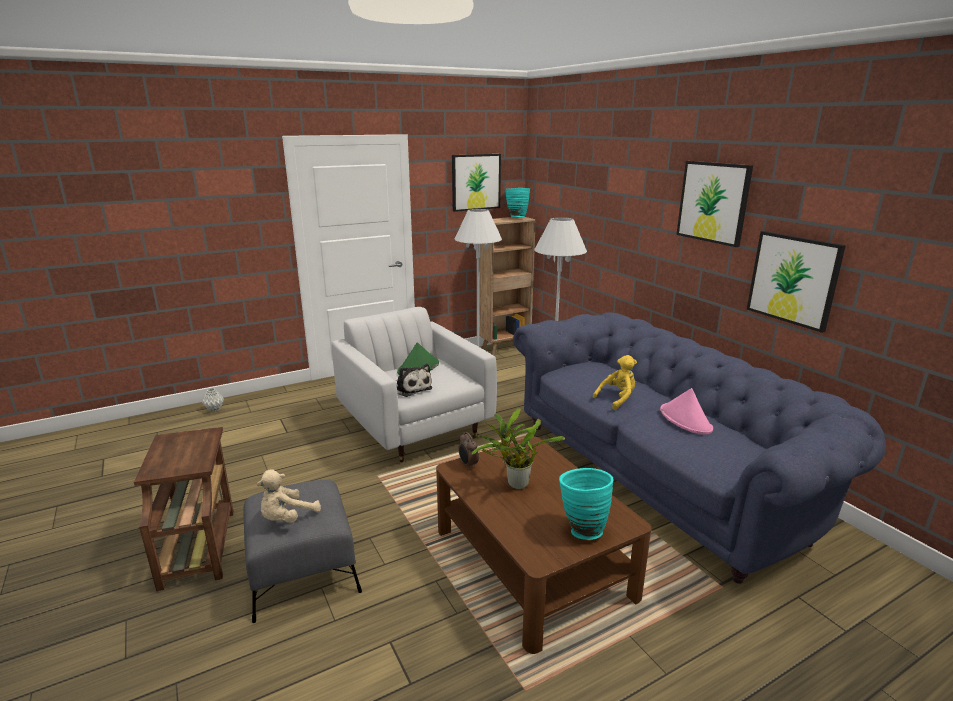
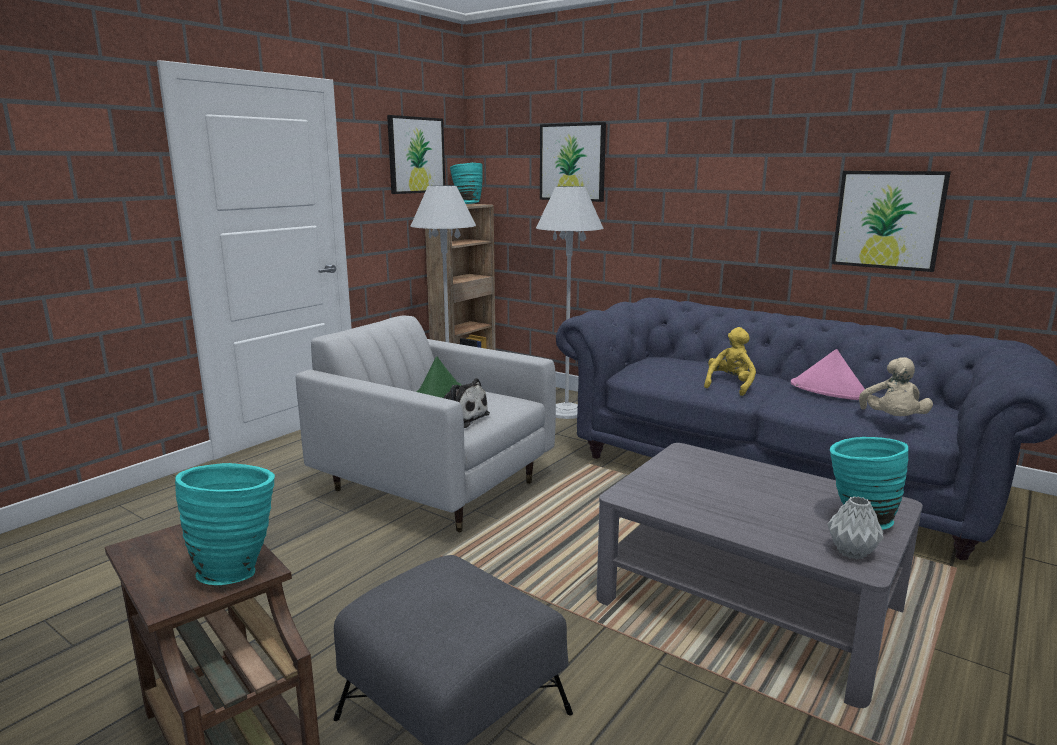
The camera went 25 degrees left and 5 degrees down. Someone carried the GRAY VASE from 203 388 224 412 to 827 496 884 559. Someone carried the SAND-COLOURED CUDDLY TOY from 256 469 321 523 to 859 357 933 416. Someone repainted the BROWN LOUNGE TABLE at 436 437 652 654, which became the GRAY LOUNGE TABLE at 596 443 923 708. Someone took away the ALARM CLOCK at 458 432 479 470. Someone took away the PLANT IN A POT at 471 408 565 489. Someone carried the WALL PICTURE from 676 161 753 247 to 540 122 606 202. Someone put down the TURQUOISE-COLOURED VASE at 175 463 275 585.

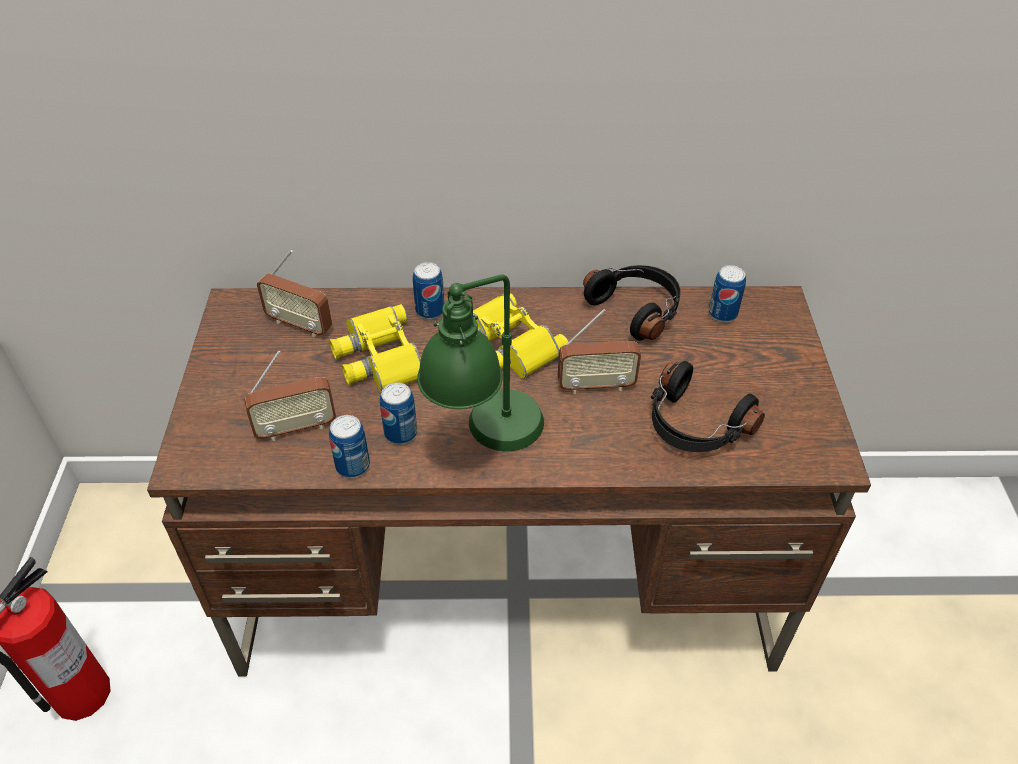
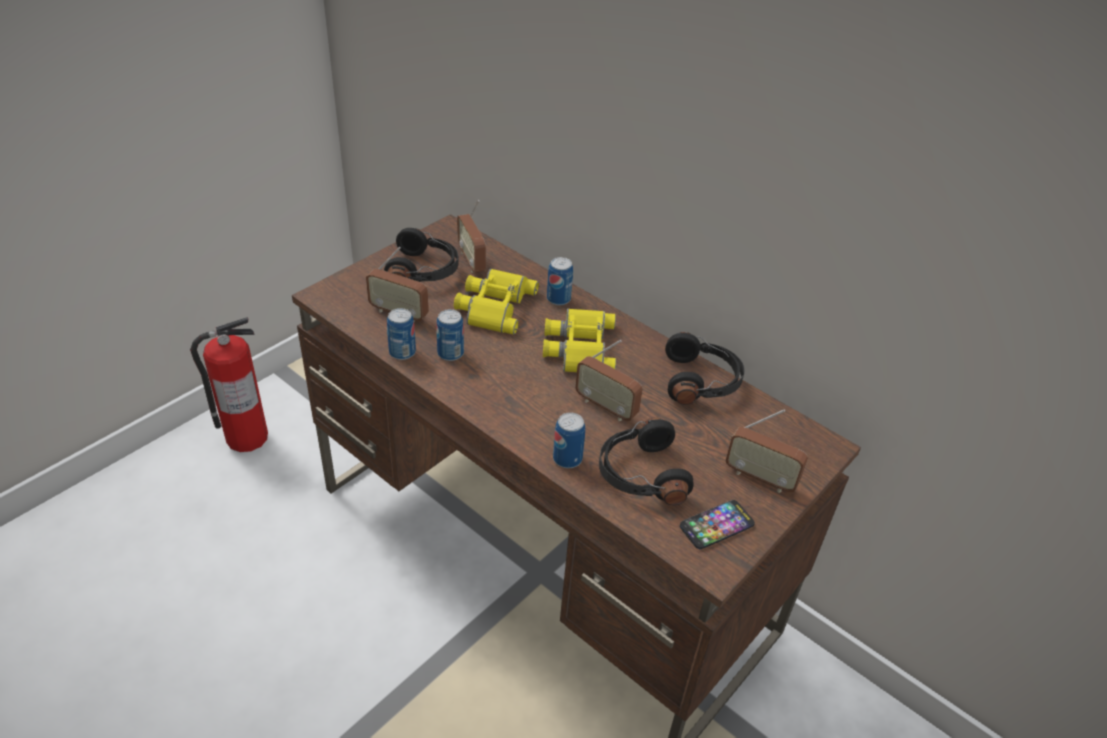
The camera went 40 degrees right and 5 degrees down. Someone took away the GREEN LAMP FOR A TABLE at 417 275 544 451. Someone carried the SEALED CAN from 709 265 746 322 to 553 412 585 468. Someone put down the BLACKISH HEADSET at 384 228 459 282. Someone put down the HANDSET at 680 500 755 549. Someone put down the RADIO RECEIVER at 726 409 808 493.

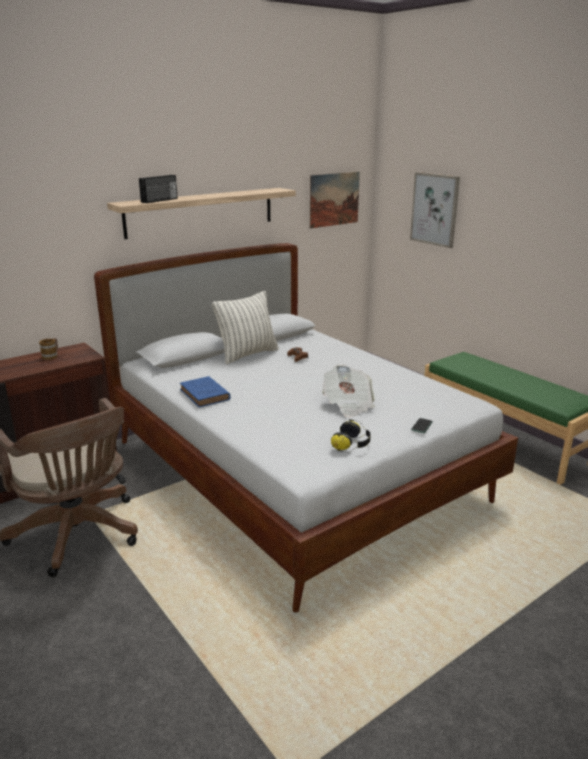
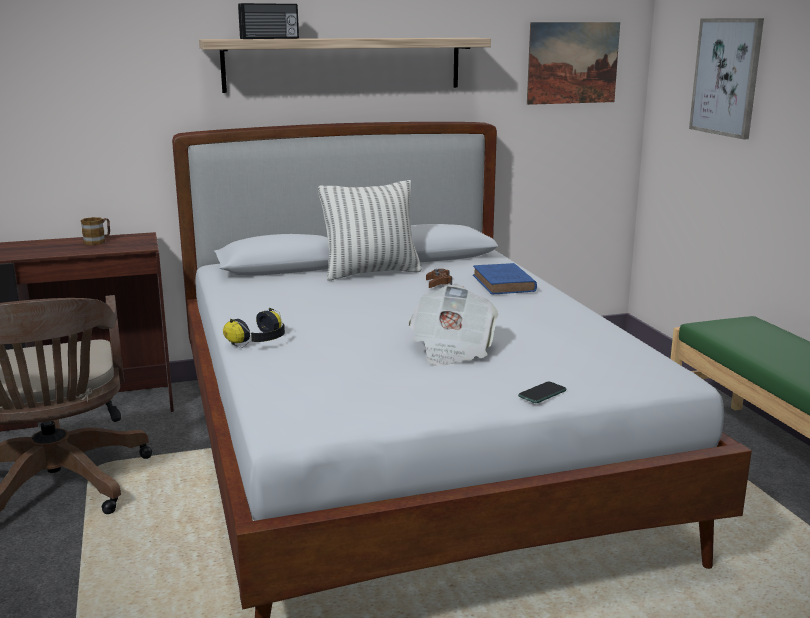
The camera went 20 degrees right and 5 degrees down. Someone carried the BLUISH VOLUME from 180 376 230 407 to 473 263 537 294. Someone carried the HEADSET from 331 419 371 453 to 223 308 285 348.

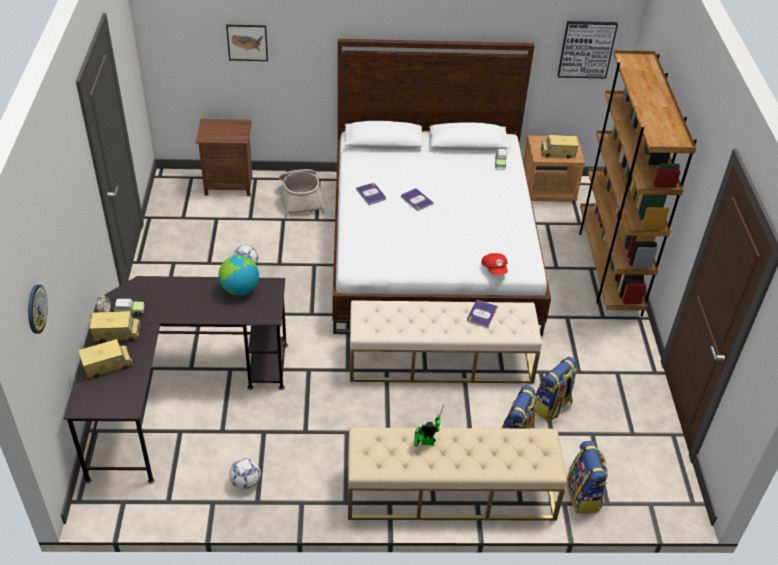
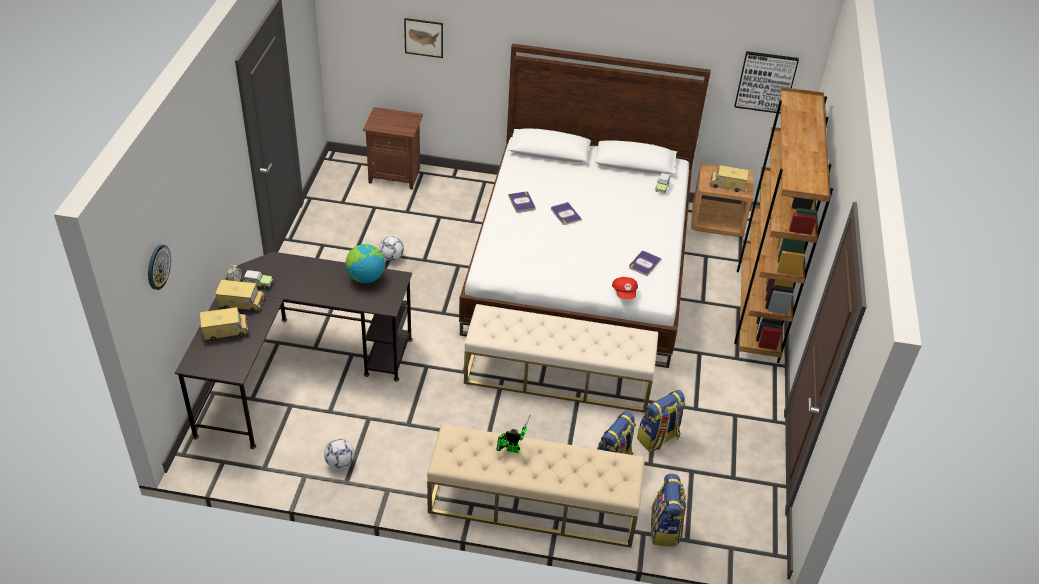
The camera went 10 degrees right and 0 degrees up. Someone took away the BASKET at 279 169 325 218. Someone carried the VOLUME from 467 300 498 328 to 629 251 662 276.

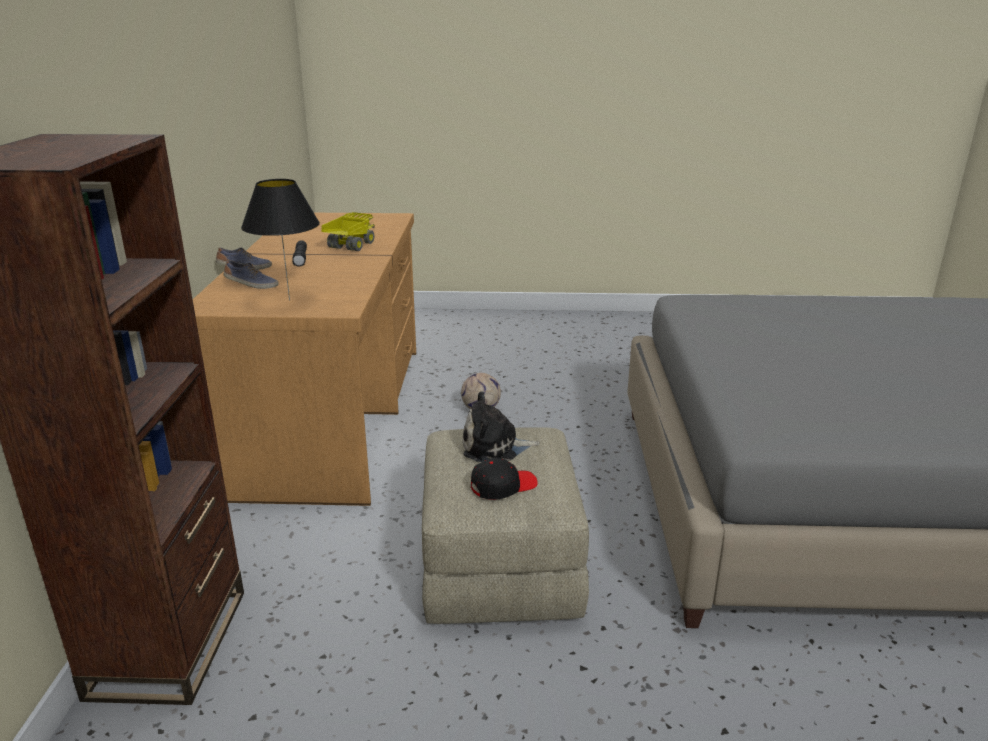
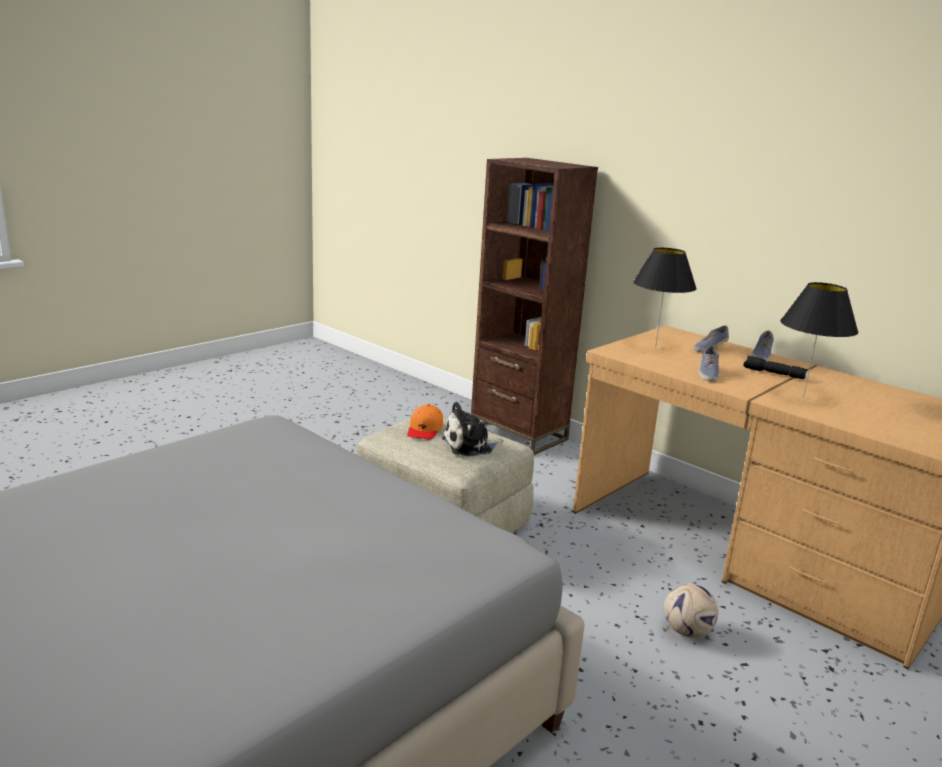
The camera went 130 degrees right and 5 degrees down. Someone swapped the TOY TRUCK at 322 212 375 251 for the BLACKISH LAMP FOR A TABLE at 780 282 858 397. Someone rotated the CUDDLY TOY at 463 391 540 462 by 150 degrees counterclockwise. Someone repainted the BLACKISH PEAKED CAP at 471 458 538 500, which became the ORANGE-COLOURED PEAKED CAP at 407 404 443 440. Someone put down the LOW SHOE at 698 345 719 382.

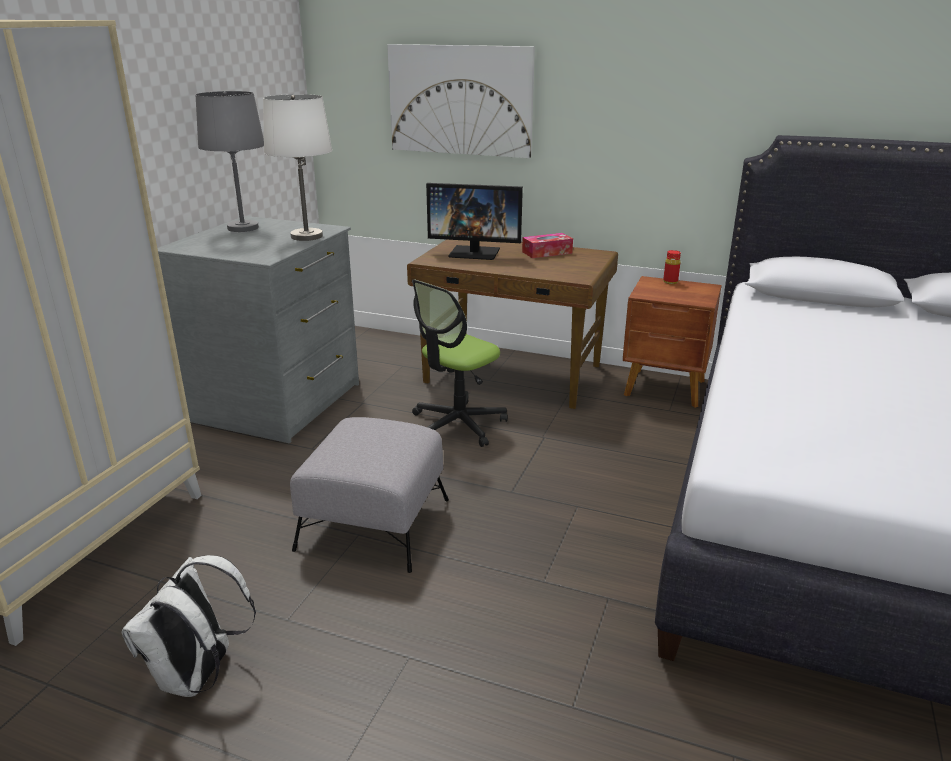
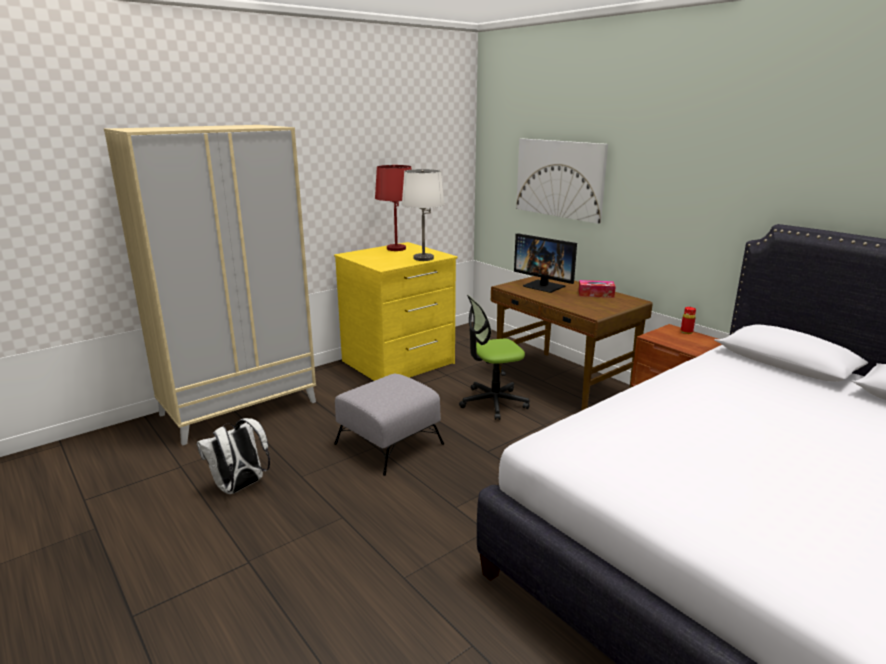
The camera went 30 degrees right and 5 degrees down. Someone repainted the GRAY DRAWER CHEST at 157 216 359 444, which became the YELLOW DRAWER CHEST at 334 242 458 381. Someone repainted the GRAY LAMP FOR A TABLE at 196 91 264 232, which became the RED-COLOURED LAMP FOR A TABLE at 375 165 412 251.

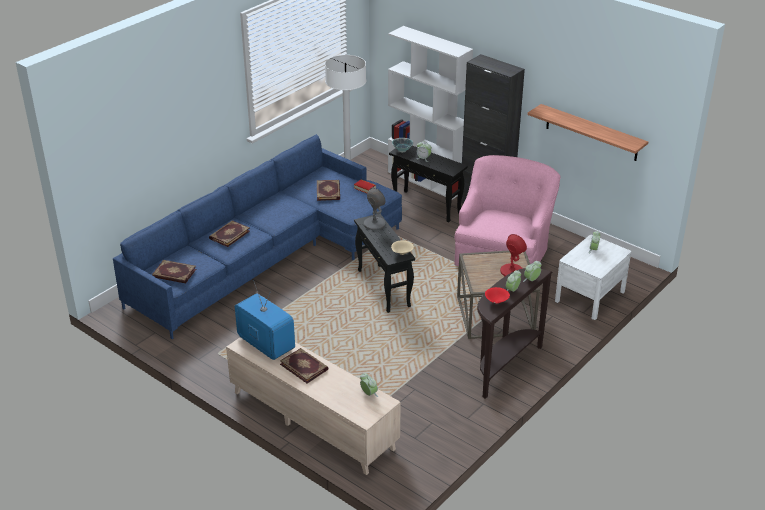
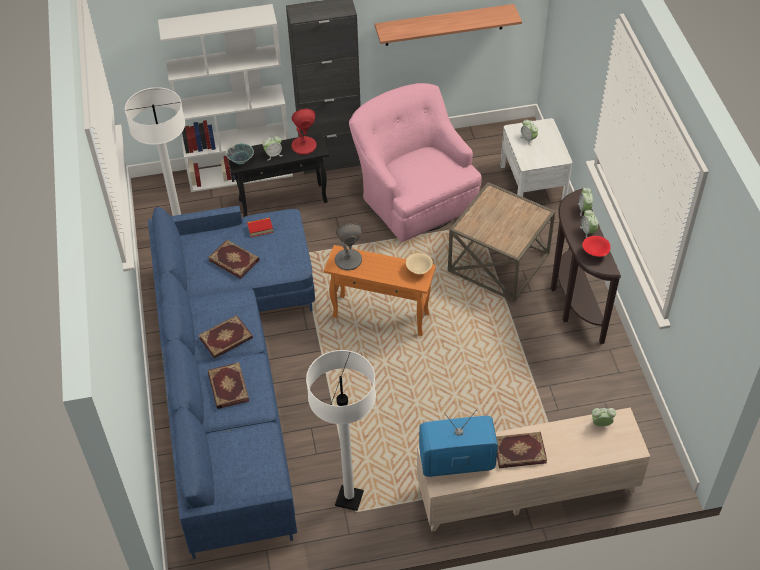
The camera went 50 degrees left and 15 degrees up. Someone carried the VOLUME from 152 260 196 283 to 199 315 253 358. Someone repainted the BLACKISH SIDE TABLE at 354 214 415 313, which became the ORANGE-COLOURED SIDE TABLE at 324 245 436 336. Someone carried the RED-COLOURED LAMP FOR A TABLE from 500 234 527 276 to 291 109 316 155. Someone put down the WHITISH STANDING LAMP at 306 350 376 511.

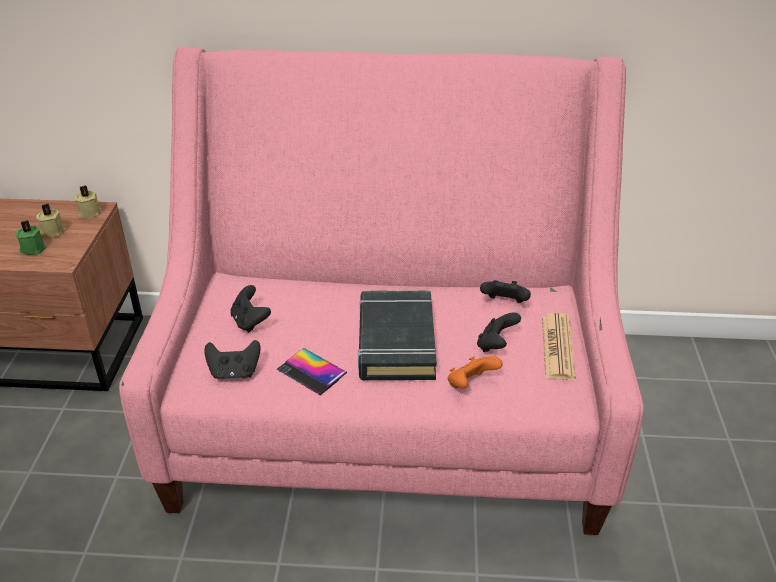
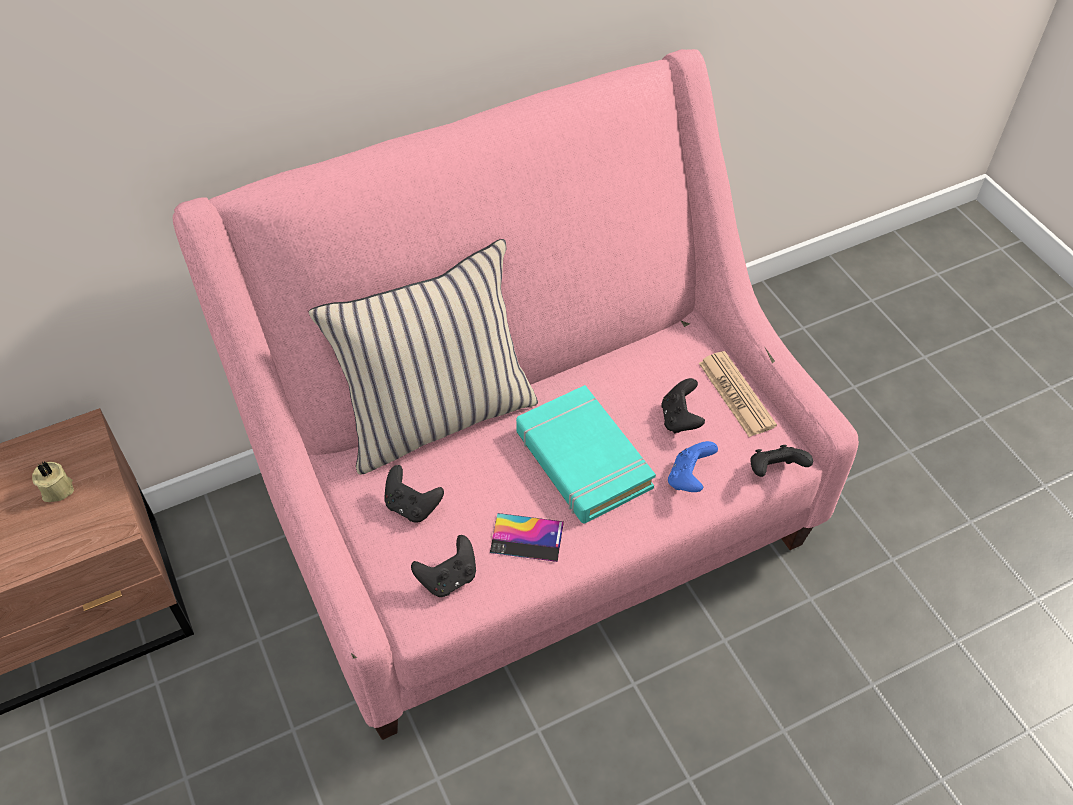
The camera went 30 degrees left and 15 degrees up. Someone took away the GREEN WAX CANDLE at 15 220 46 255. Someone took away the SAND-COLOURED WAX CANDLE at 74 185 101 218. Someone repainted the BLACKISH VOLUME at 358 290 437 380, which became the TURQUOISE-COLOURED VOLUME at 516 385 656 524. Someone repainted the ORANGE-COLOURED JOYPAD at 448 356 503 388, which became the BLUISH JOYPAD at 668 441 718 492. Someone carried the BLACKISH JOYPAD from 480 280 531 303 to 751 445 813 477. Someone put down the SAND-COLOURED PILLOW at 308 239 538 475.

